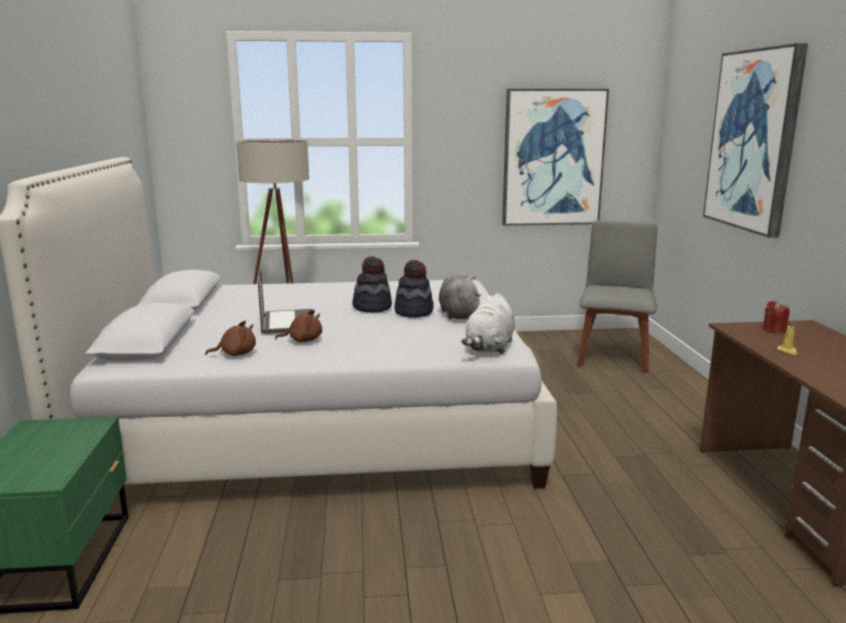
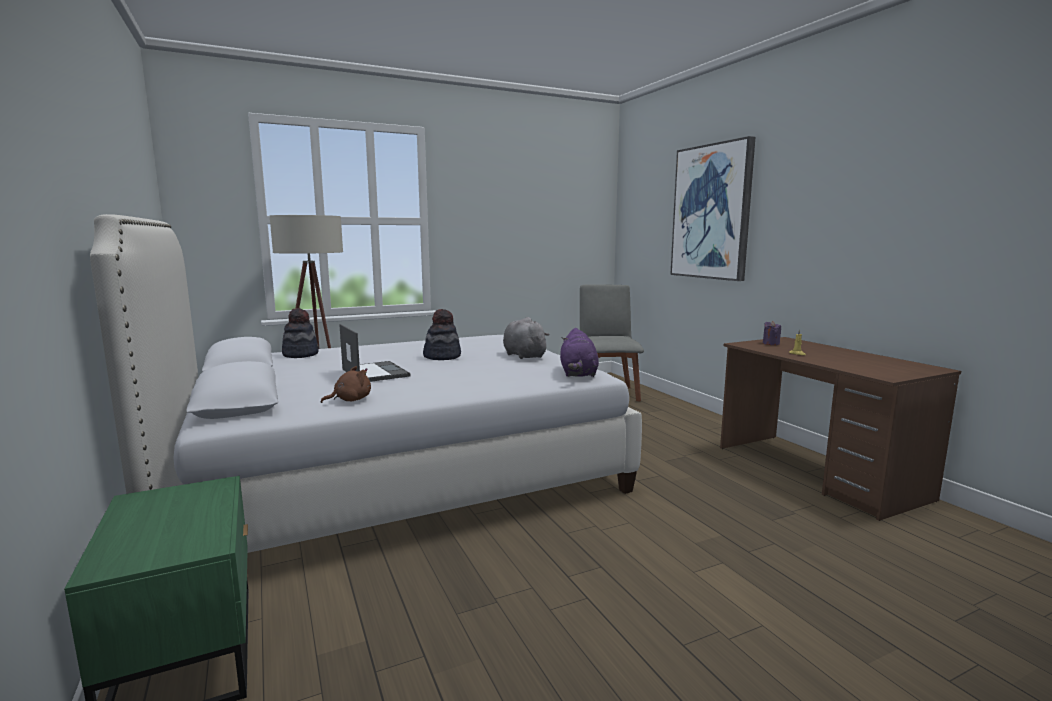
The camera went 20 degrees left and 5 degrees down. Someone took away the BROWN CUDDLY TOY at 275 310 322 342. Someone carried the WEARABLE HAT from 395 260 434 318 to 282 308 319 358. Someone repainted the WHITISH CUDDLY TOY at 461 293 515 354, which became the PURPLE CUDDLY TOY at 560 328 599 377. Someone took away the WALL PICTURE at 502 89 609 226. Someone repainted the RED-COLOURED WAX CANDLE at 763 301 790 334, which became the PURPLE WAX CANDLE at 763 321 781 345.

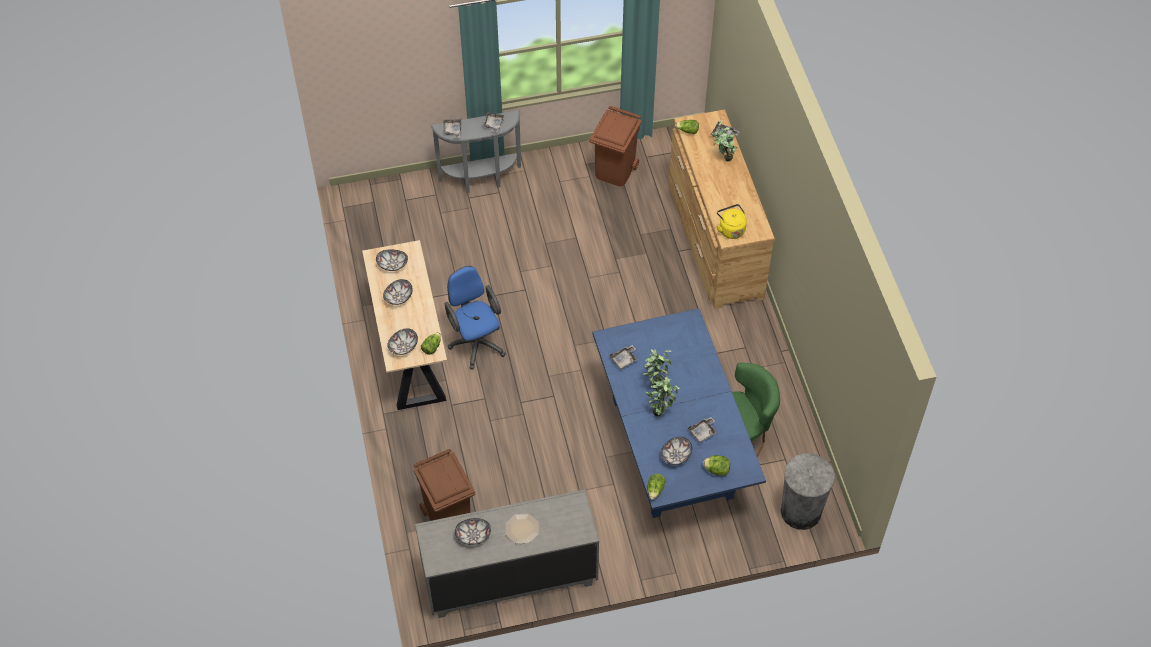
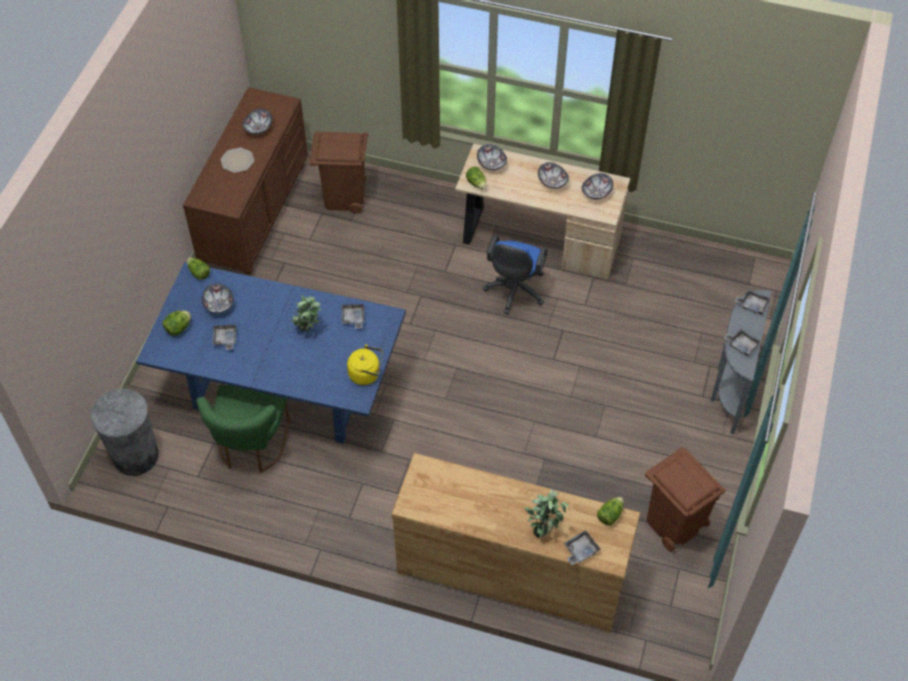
The camera went 120 degrees right and 0 degrees up. Someone repainted the GRAY DRAWER CHEST at 415 489 599 618, which became the BROWN DRAWER CHEST at 183 87 308 274. Someone rotated the BLUISH OFFICE CHAIR at 445 266 506 370 by 105 degrees clockwise. Someone took away the PLANT IN A POT at 646 376 680 417. Someone carried the YELLOW WATER KETTLE from 716 204 747 239 to 347 344 383 385.

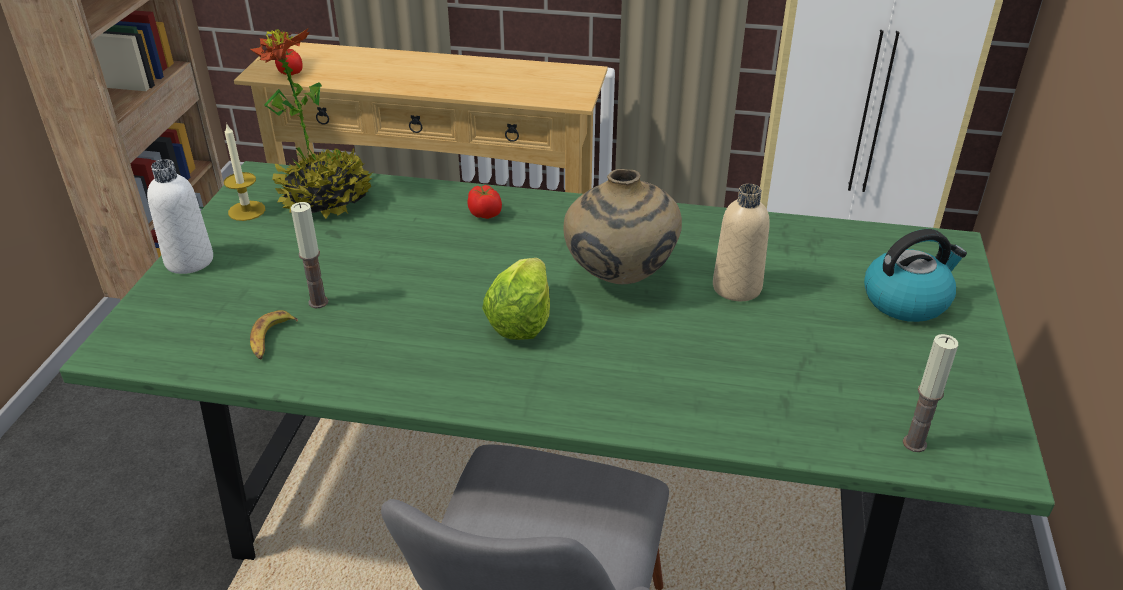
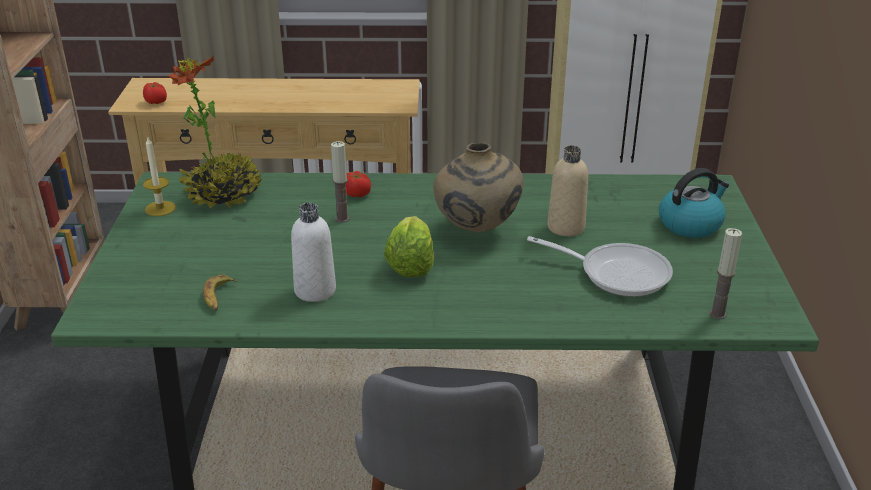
The camera went 10 degrees left and 5 degrees down. Someone carried the WHITISH BOTTLE from 147 159 213 274 to 291 203 336 302. Someone carried the WAX CANDLE from 291 202 328 308 to 331 141 350 223. Someone put down the PAN at 527 236 673 297.

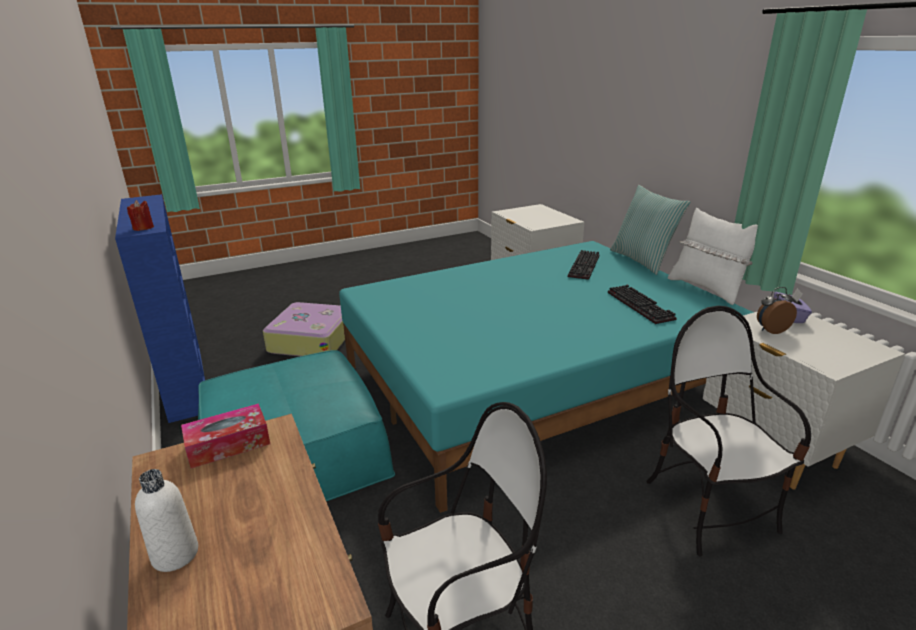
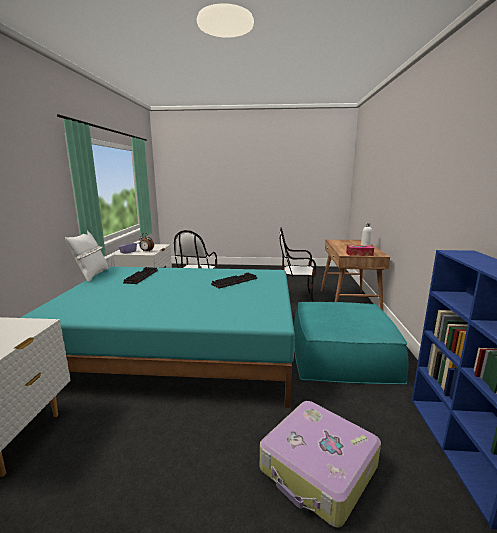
The camera went 150 degrees left and 10 degrees down. Someone took away the RED-COLOURED WAX CANDLE at 127 200 154 231. Someone carried the COMPUTER KEYBOARD from 568 250 600 280 to 211 272 257 289. Someone took away the PILLOW at 610 185 691 275.

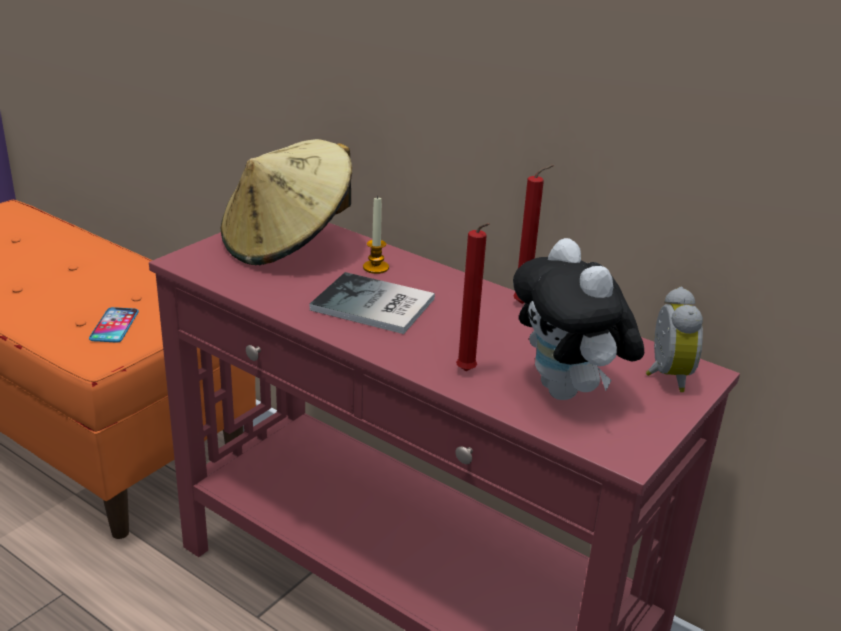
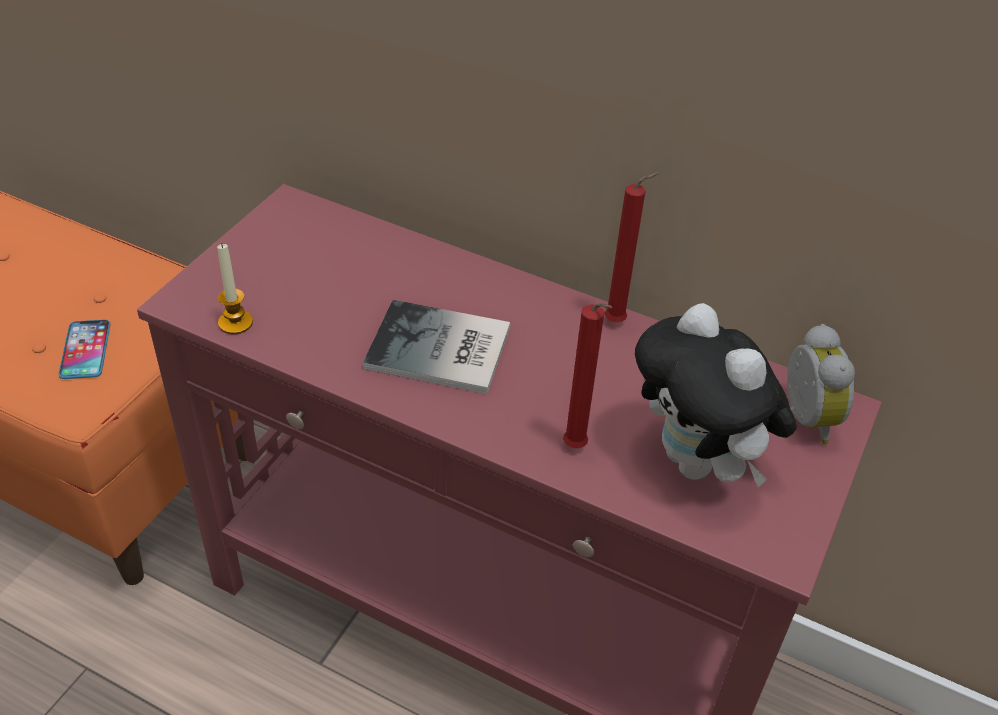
The camera went 10 degrees left and 15 degrees up. Someone took away the SAND-COLOURED WEARABLE HAT at 221 139 352 265. Someone carried the WAX CANDLE from 363 196 389 274 to 217 243 253 334.

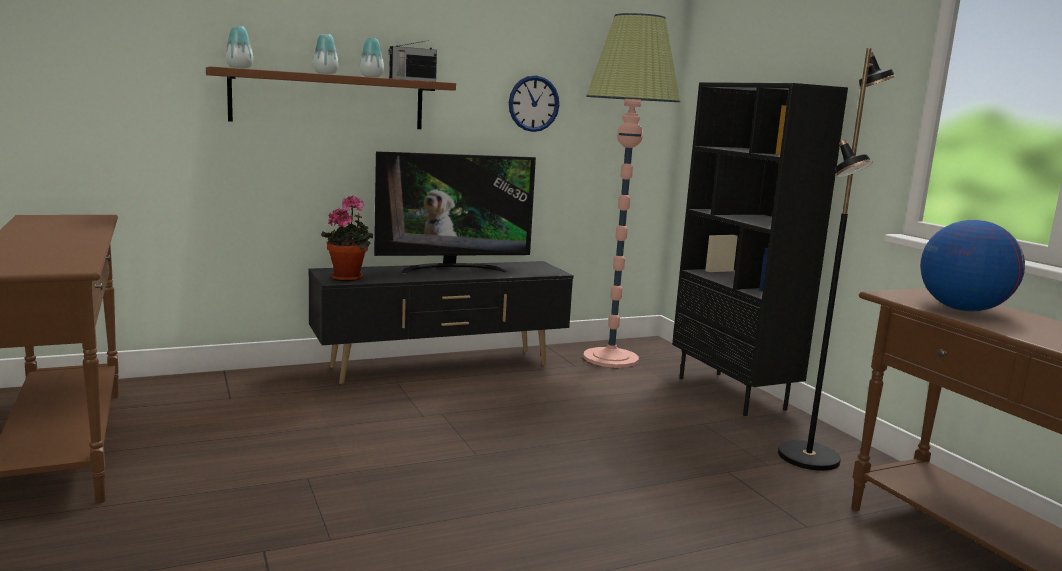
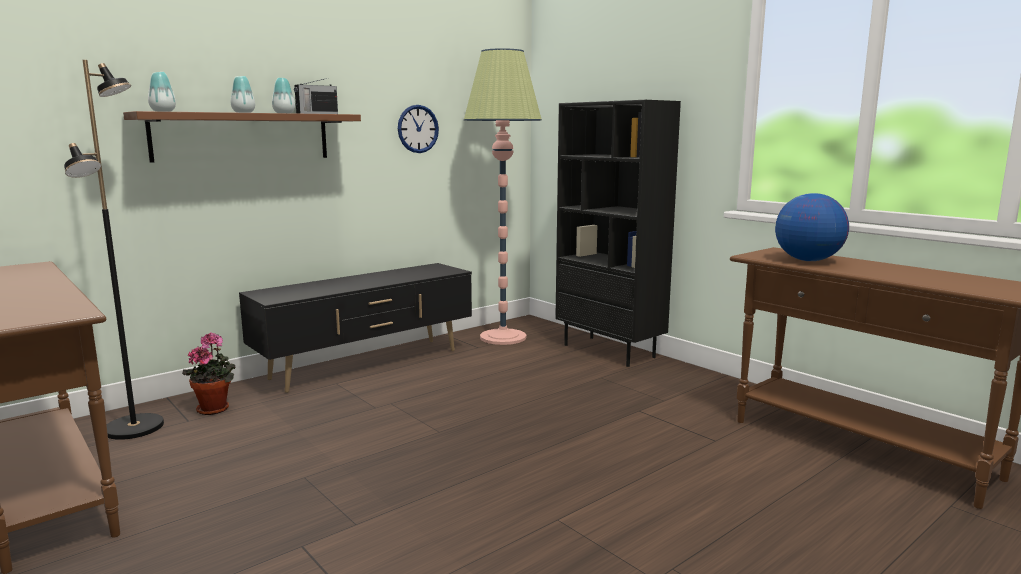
The camera went 15 degrees left and 0 degrees up. Someone carried the PLANT IN A POT from 321 195 373 281 to 182 332 236 415. Someone took away the TV at 374 151 536 274. Someone carried the BLACKISH STANDING LAMP from 778 48 896 471 to 64 60 164 440.

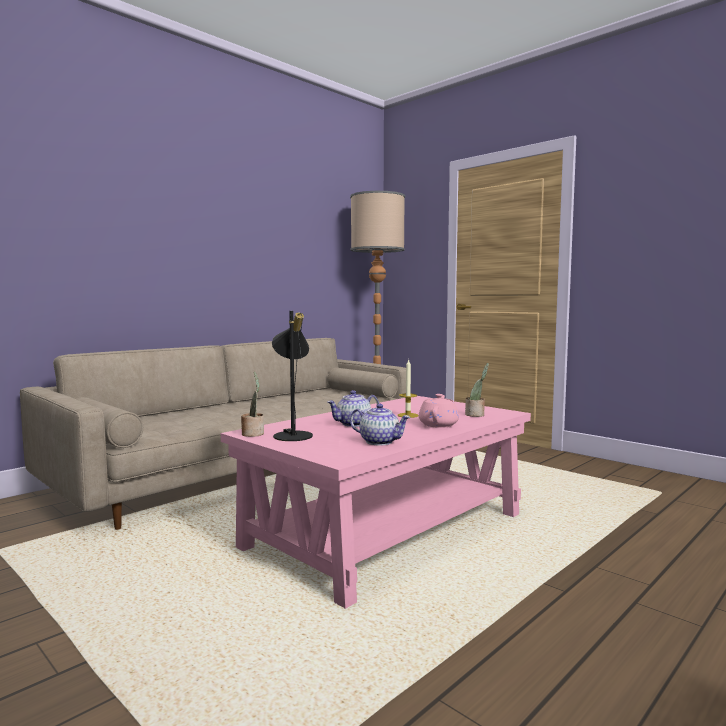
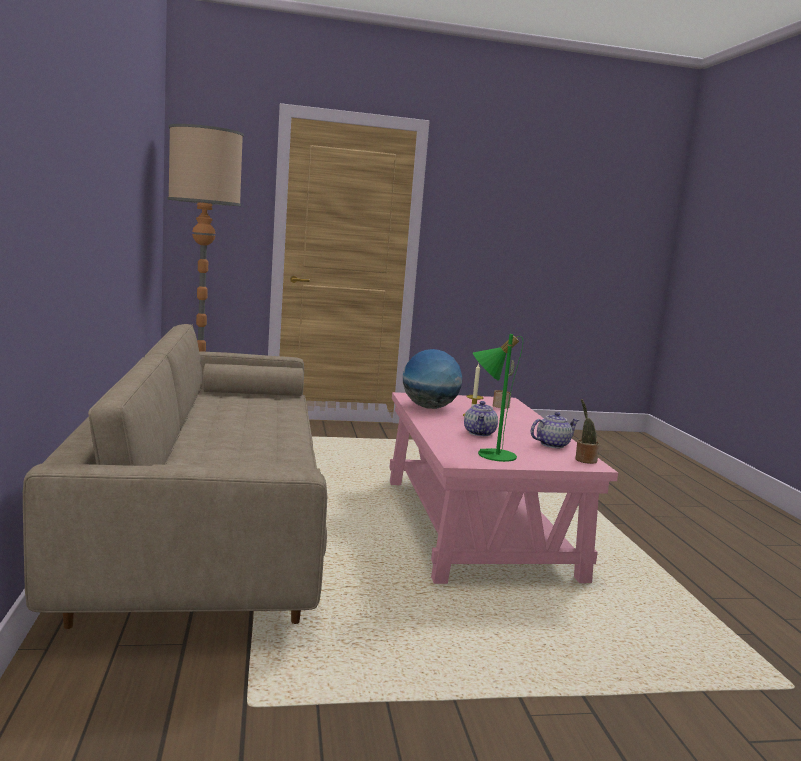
The camera went 55 degrees left and 5 degrees up. Someone carried the PLANT IN A POT from 241 372 264 437 to 575 399 600 464. Someone repainted the BLACKISH LAMP FOR A TABLE at 272 311 313 441, which became the GREEN LAMP FOR A TABLE at 473 334 523 462. Someone took away the PINKISH POT FOR TEA at 419 394 459 428. Someone put down the WORLD GLOBE at 403 349 462 409.

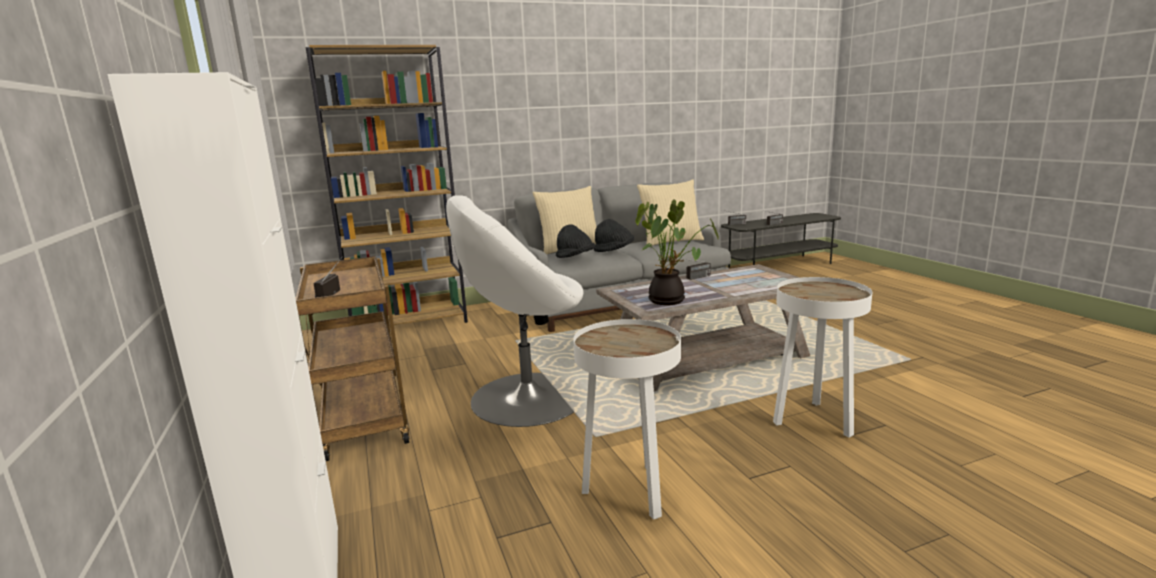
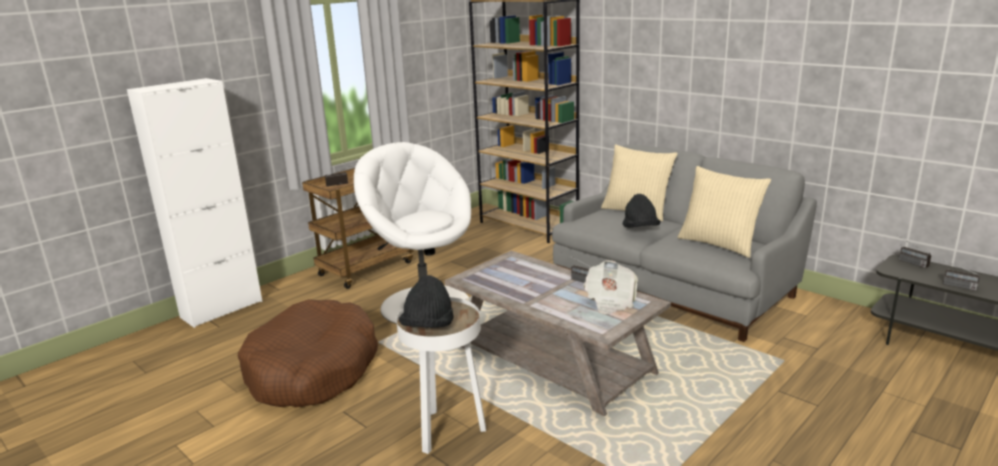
The camera went 65 degrees right and 5 degrees up. Someone carried the BLACKISH WEARABLE HAT from 556 224 595 258 to 399 275 454 328. Someone swapped the WHITISH SIDE TABLE at 573 319 681 520 for the BROWN DOG CUSHION at 238 299 378 407. Someone took away the PLANT IN A POT at 635 199 718 305. Someone put down the NEWSPAPER at 584 260 638 314.

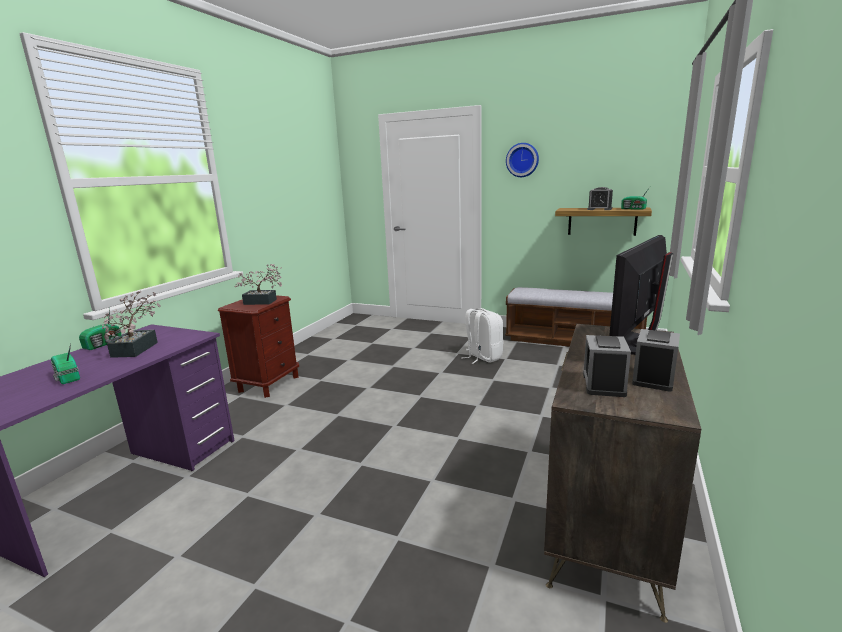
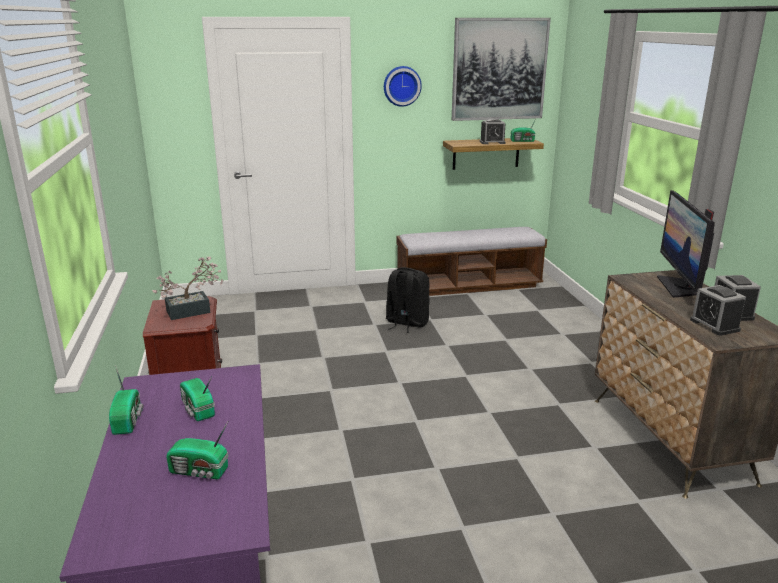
The camera went 35 degrees left and 5 degrees up. Someone swapped the PLANT IN A POT at 102 291 161 358 for the RADIO RECEIVER at 180 376 215 421. Someone repainted the WHITISH BACKPACK at 464 308 503 364, which became the BLACKISH BACKPACK at 386 267 430 333. Someone put up the WALL PICTURE at 452 18 551 121.

